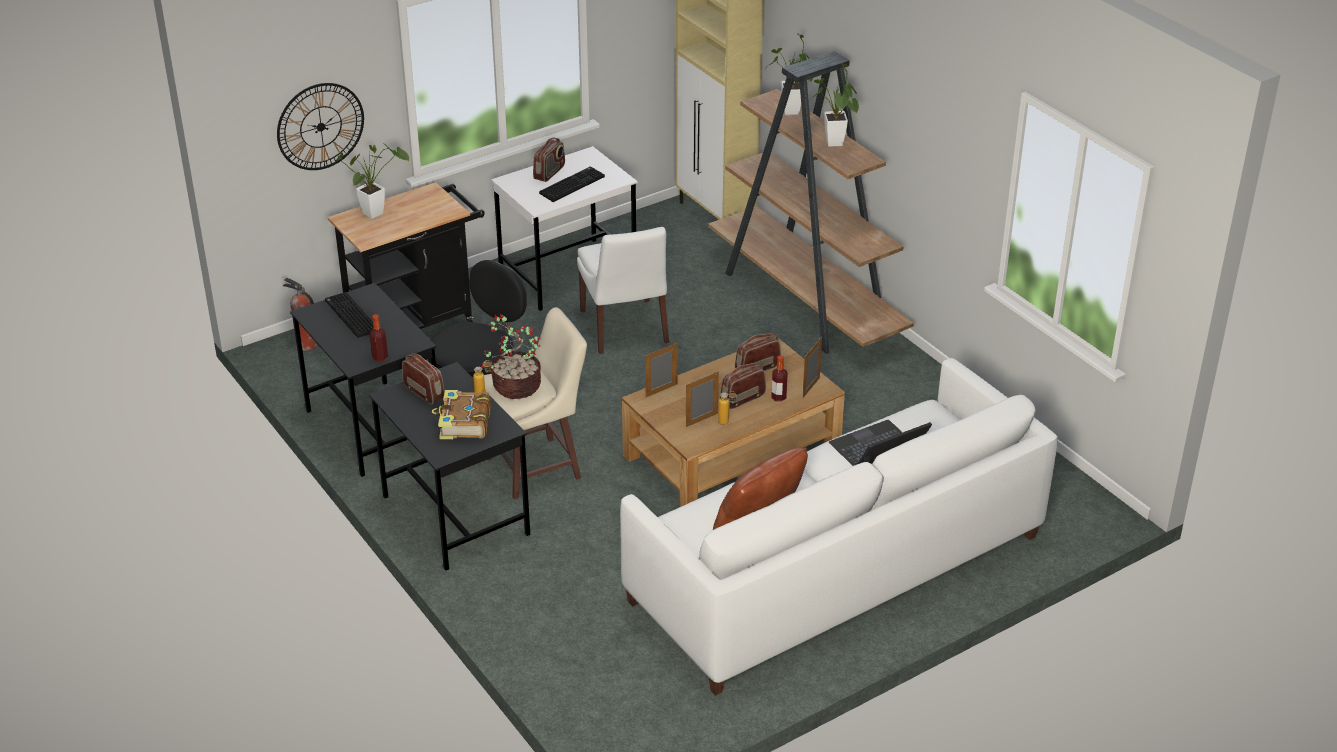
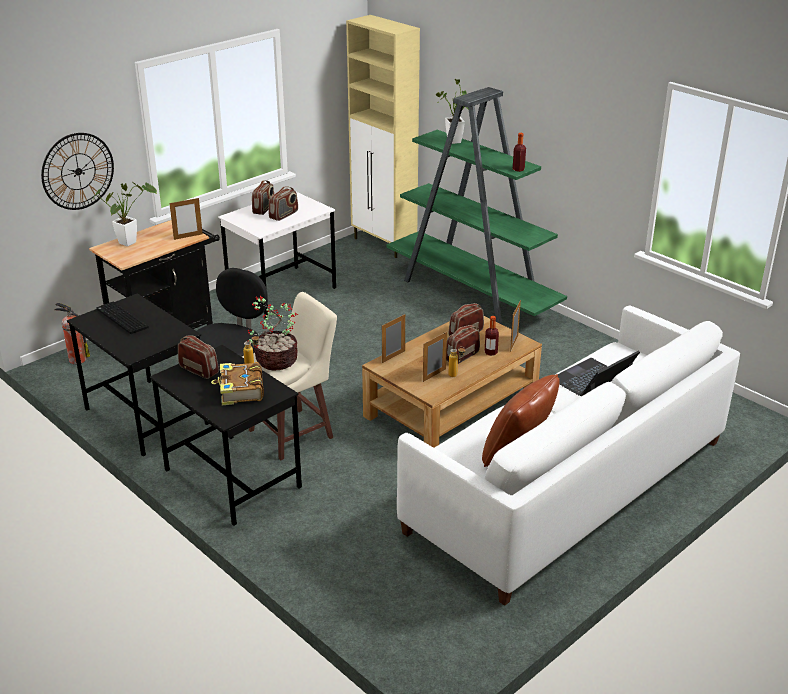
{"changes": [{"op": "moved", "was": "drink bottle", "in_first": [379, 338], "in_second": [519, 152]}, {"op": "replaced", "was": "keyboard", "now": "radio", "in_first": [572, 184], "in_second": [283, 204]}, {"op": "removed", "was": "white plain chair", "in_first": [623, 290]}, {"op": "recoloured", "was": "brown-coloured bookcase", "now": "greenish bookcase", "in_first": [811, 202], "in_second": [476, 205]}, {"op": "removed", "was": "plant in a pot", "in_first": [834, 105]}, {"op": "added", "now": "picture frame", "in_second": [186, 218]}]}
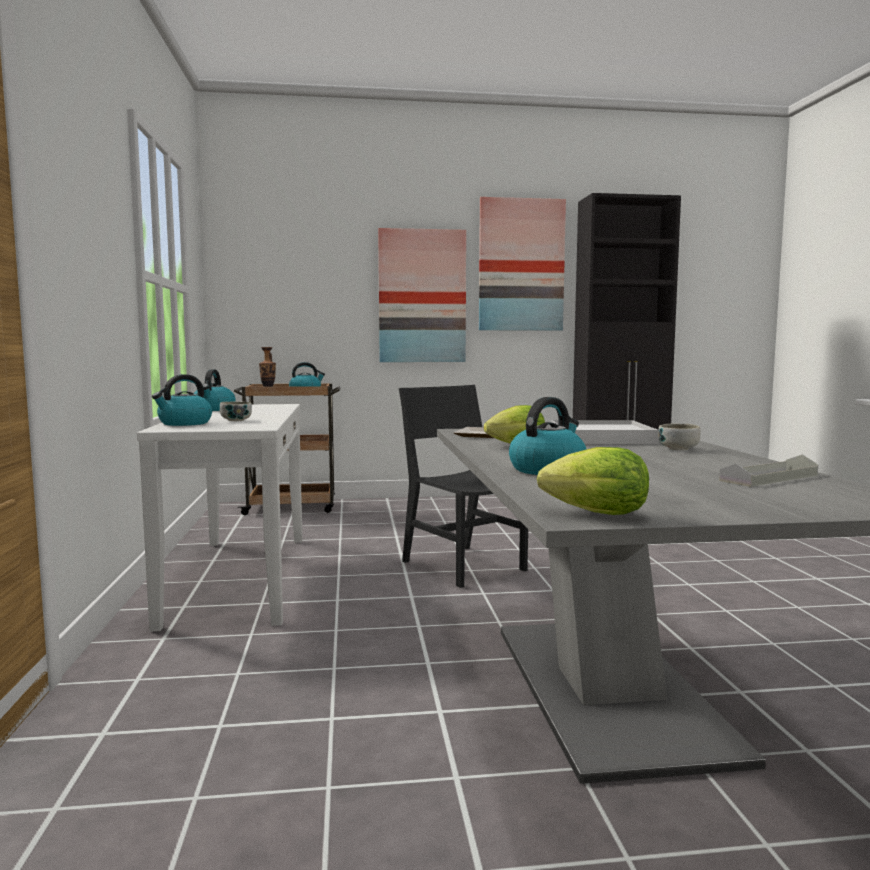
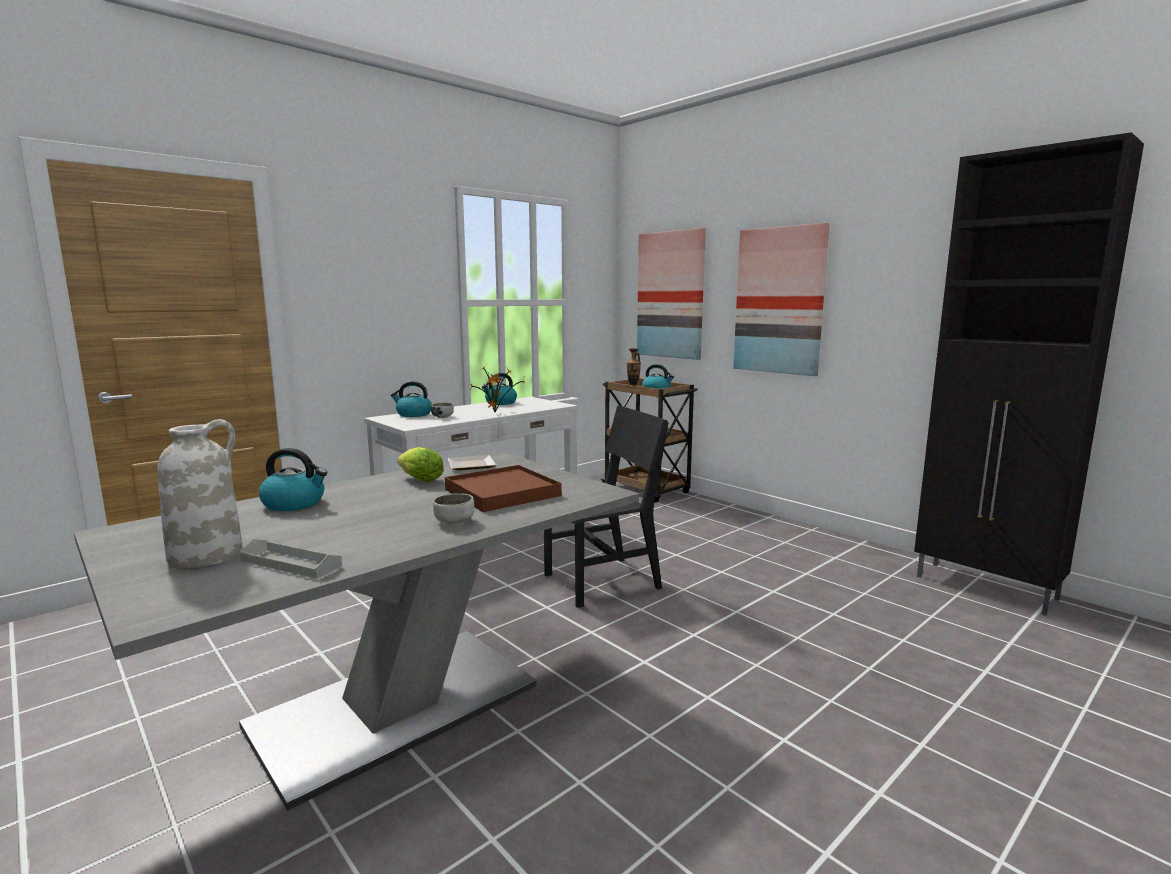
{"changes": [{"op": "turned", "was": "black plain chair", "in_first": [463, 486], "in_second": [606, 507], "clockwise": 45}, {"op": "moved", "was": "picture", "in_first": [522, 264], "in_second": [671, 294]}, {"op": "removed", "was": "lettuce head", "in_first": [593, 481]}, {"op": "recoloured", "was": "white carrying tray", "now": "brown-coloured carrying tray", "in_first": [604, 432], "in_second": [503, 488]}, {"op": "added", "now": "white vase", "in_second": [200, 493]}, {"op": "added", "now": "plant in a pot", "in_second": [497, 388]}]}
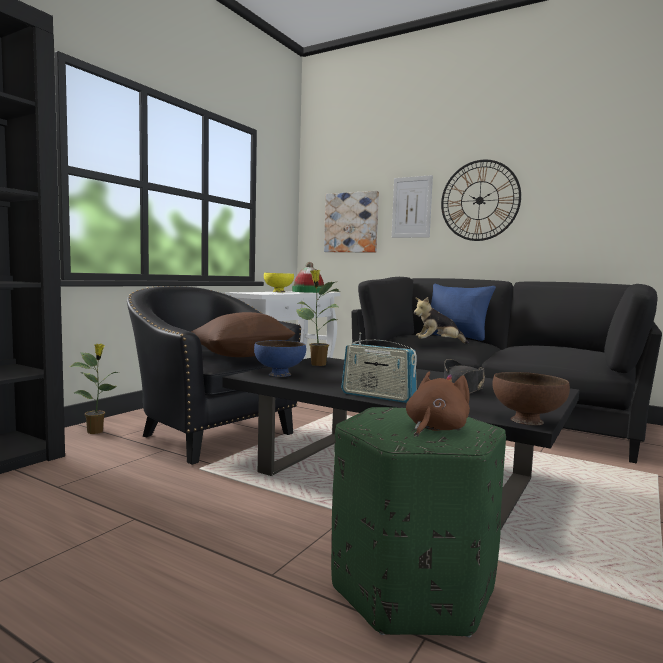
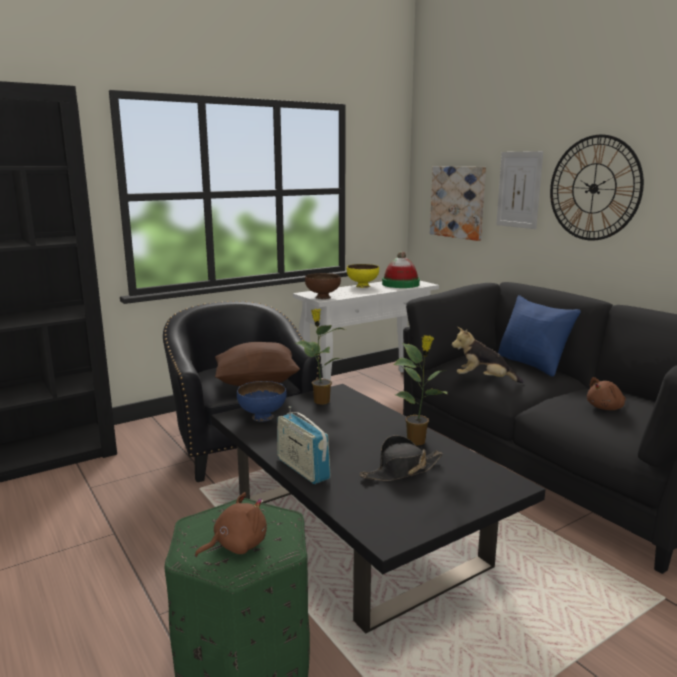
{"changes": [{"op": "moved", "was": "plant in a pot", "in_first": [94, 389], "in_second": [420, 390]}, {"op": "moved", "was": "brown-coloured serving bowl", "in_first": [531, 398], "in_second": [323, 286]}, {"op": "added", "now": "brown-coloured plush toy", "in_second": [606, 393]}]}
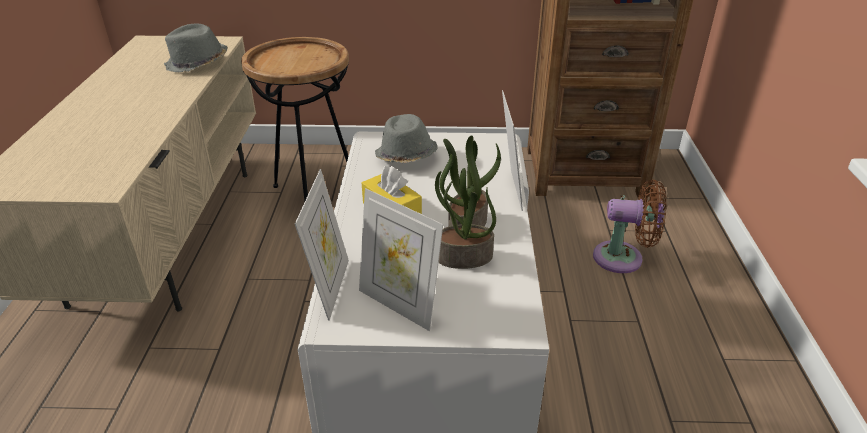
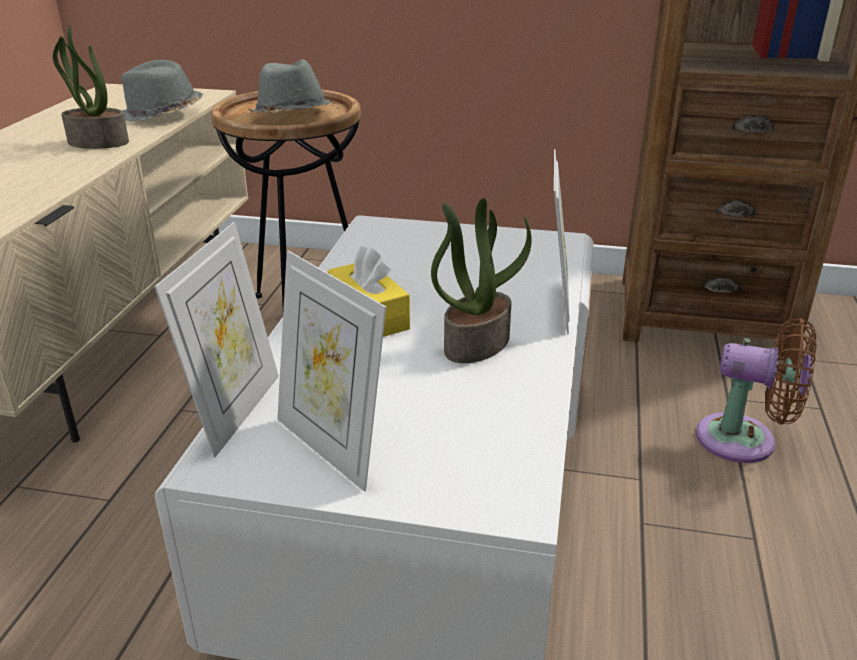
{"changes": [{"op": "moved", "was": "grey hat", "in_first": [406, 138], "in_second": [290, 86]}, {"op": "moved", "was": "plant in a pot", "in_first": [465, 218], "in_second": [91, 87]}]}
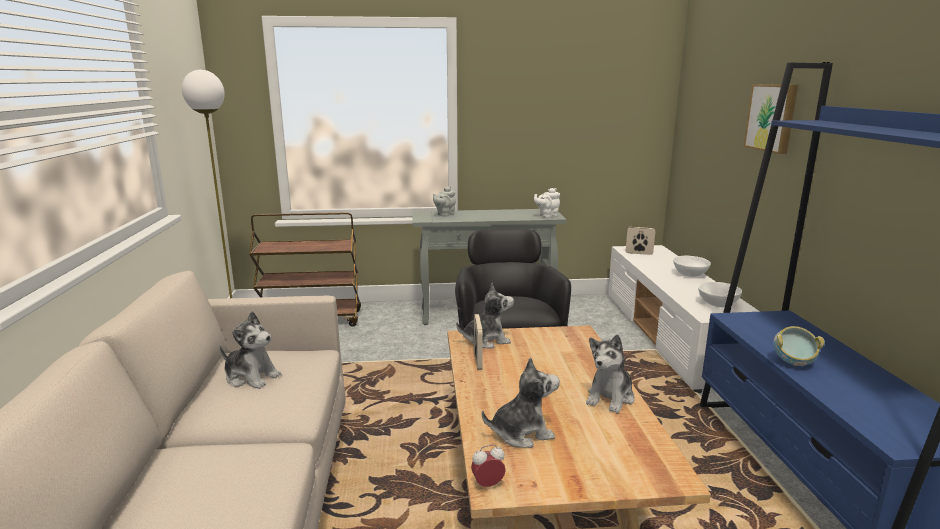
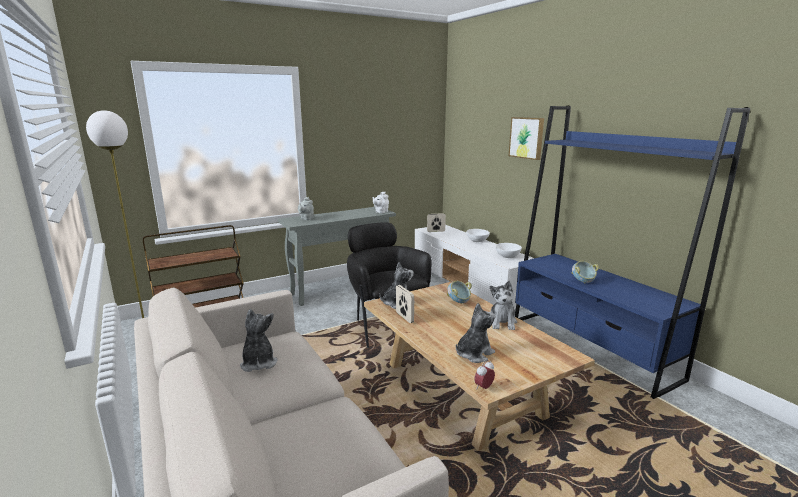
{"changes": [{"op": "turned", "was": "plush toy", "in_first": [250, 350], "in_second": [259, 340], "clockwise": -105}, {"op": "added", "now": "serving bowl", "in_second": [459, 292]}]}
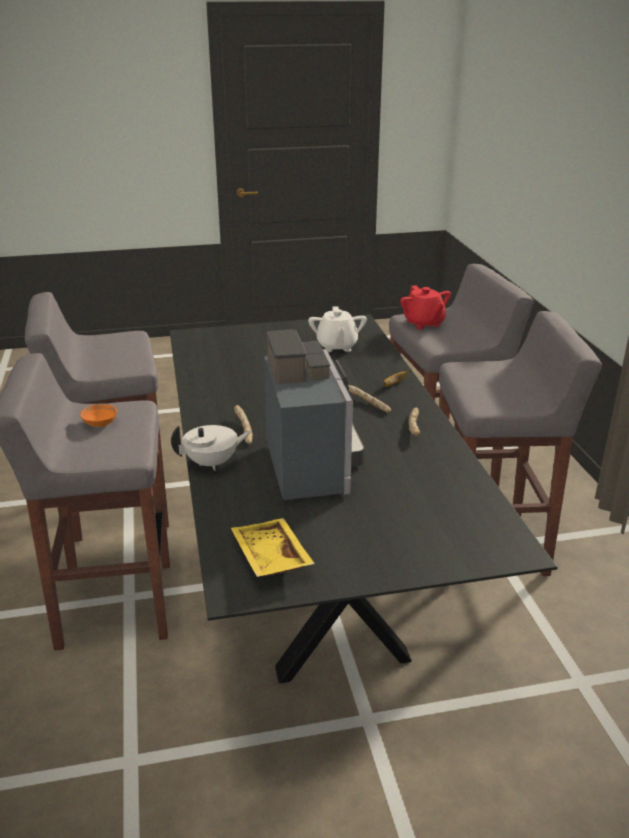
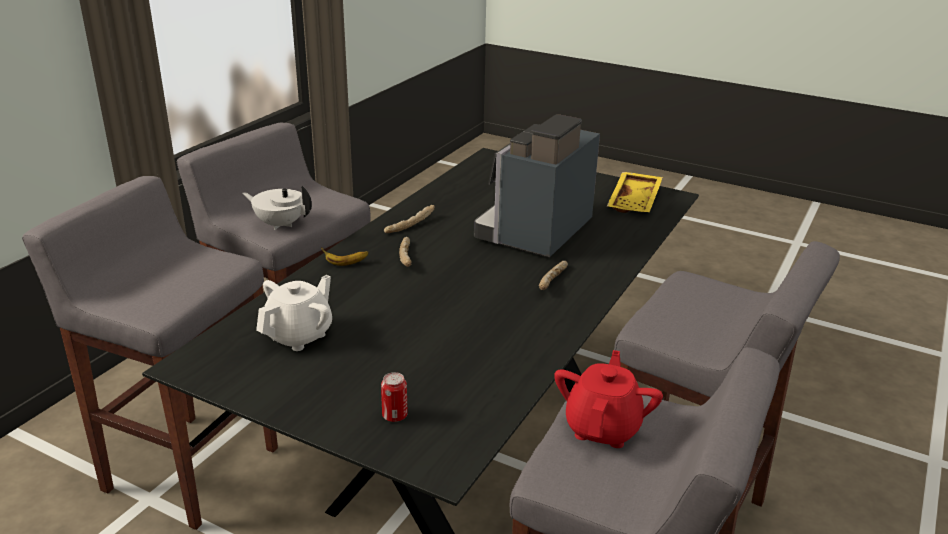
{"changes": [{"op": "removed", "was": "orange serving bowl", "in_first": [98, 415]}, {"op": "moved", "was": "white tea pot", "in_first": [211, 448], "in_second": [277, 208]}, {"op": "moved", "was": "red tea pot", "in_first": [425, 307], "in_second": [608, 399]}, {"op": "added", "now": "metal can", "in_second": [394, 397]}]}
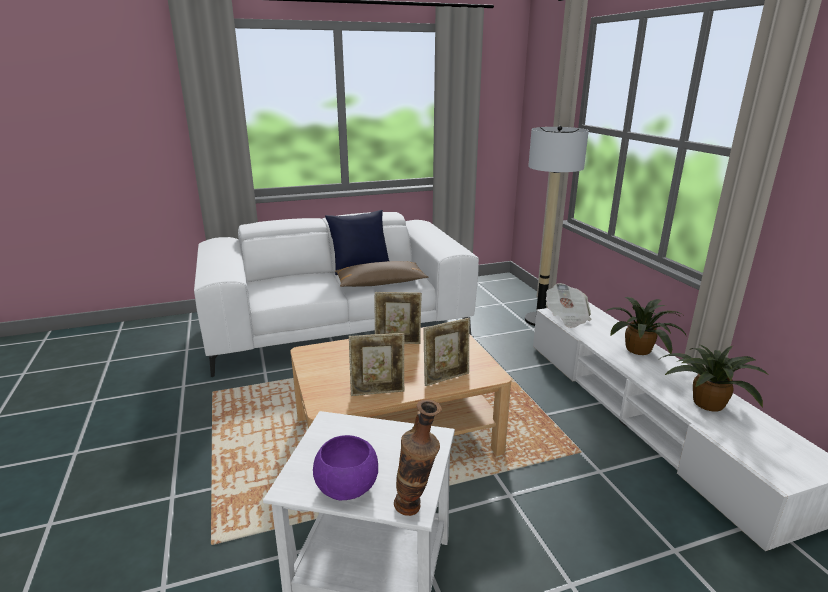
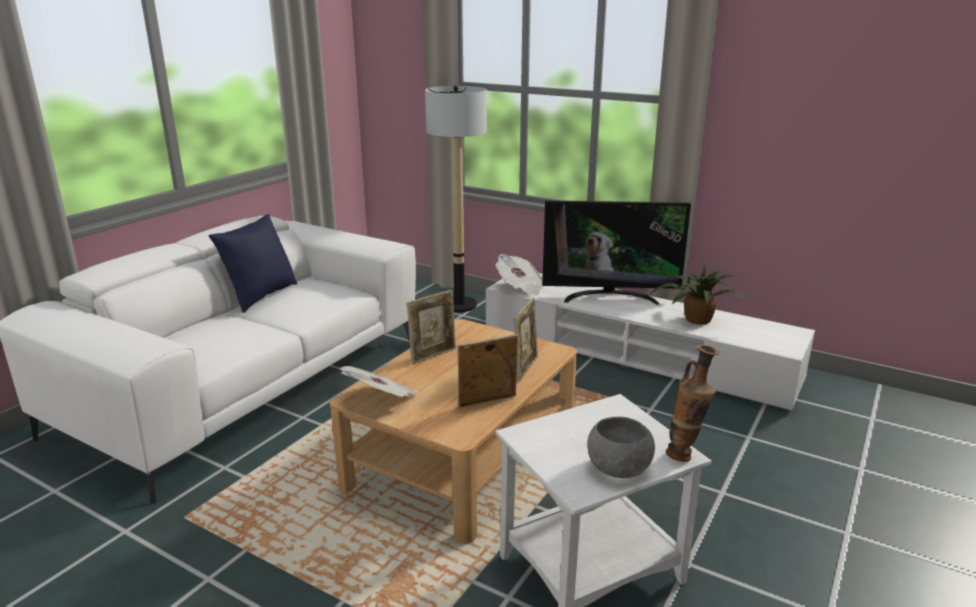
{"changes": [{"op": "recoloured", "was": "purple-coloured serving bowl", "now": "grey serving bowl", "in_first": [345, 468], "in_second": [621, 447]}, {"op": "removed", "was": "brown-coloured cushion", "in_first": [382, 274]}, {"op": "turned", "was": "picture frame", "in_first": [377, 364], "in_second": [487, 370], "clockwise": -150}, {"op": "replaced", "was": "plant in a pot", "now": "TV", "in_first": [645, 326], "in_second": [616, 252]}, {"op": "added", "now": "daily paper", "in_second": [380, 381]}]}
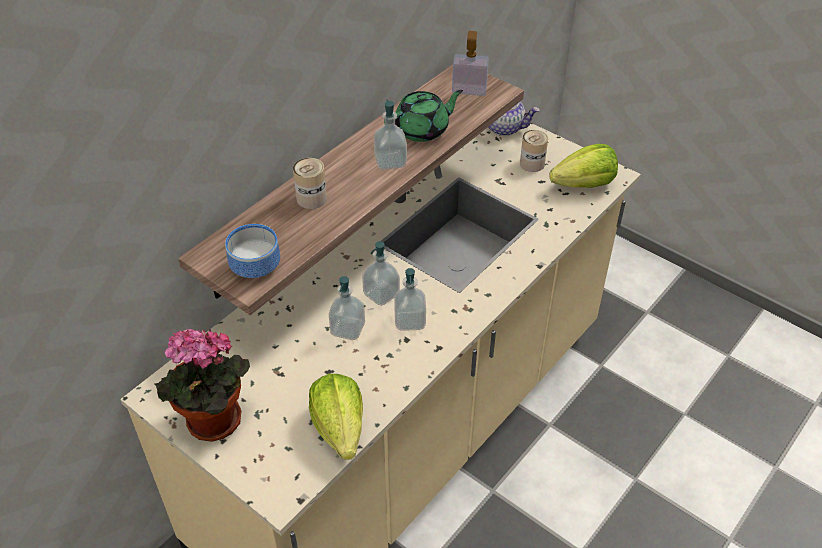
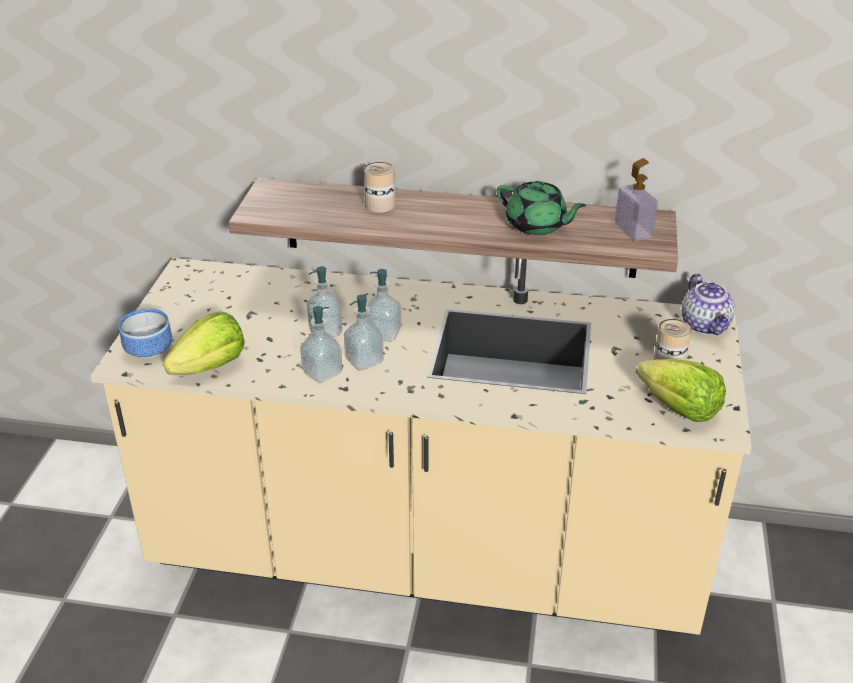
{"changes": [{"op": "removed", "was": "plant in a pot", "in_first": [202, 385]}, {"op": "moved", "was": "serving bowl", "in_first": [252, 251], "in_second": [145, 334]}, {"op": "moved", "was": "soap bottle", "in_first": [390, 135], "in_second": [321, 344]}]}
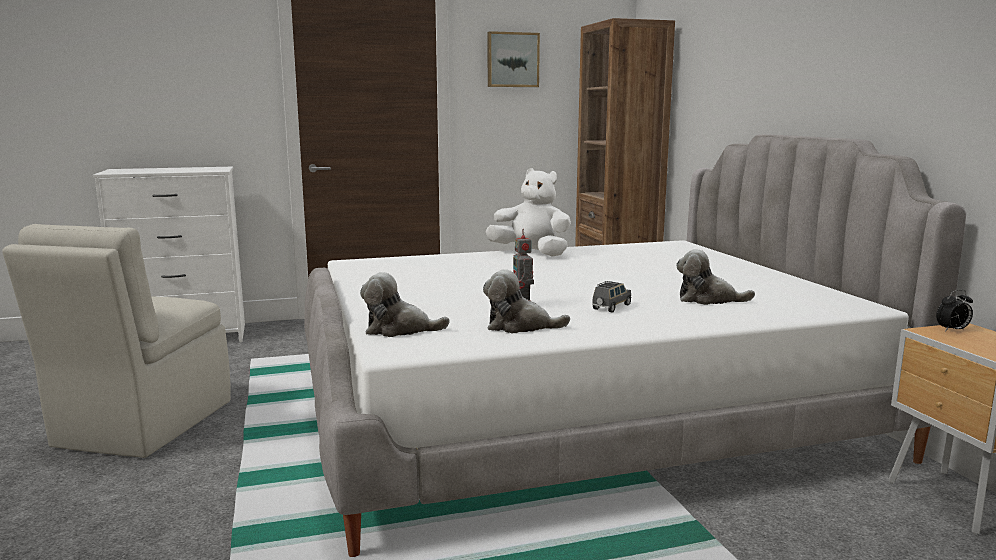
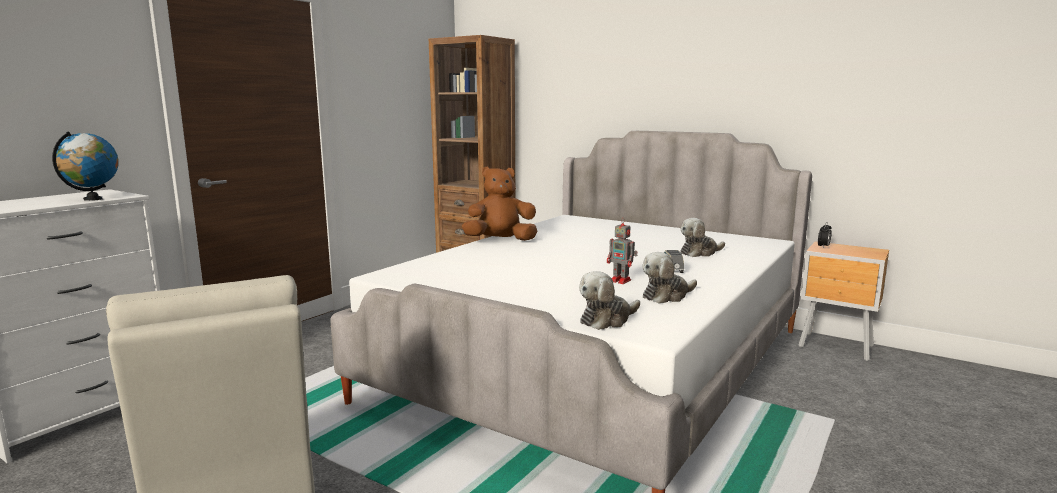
{"changes": [{"op": "recoloured", "was": "white plush toy", "now": "brown-coloured plush toy", "in_first": [528, 212], "in_second": [499, 203]}, {"op": "removed", "was": "picture", "in_first": [514, 59]}, {"op": "added", "now": "desk globe", "in_second": [85, 166]}]}
